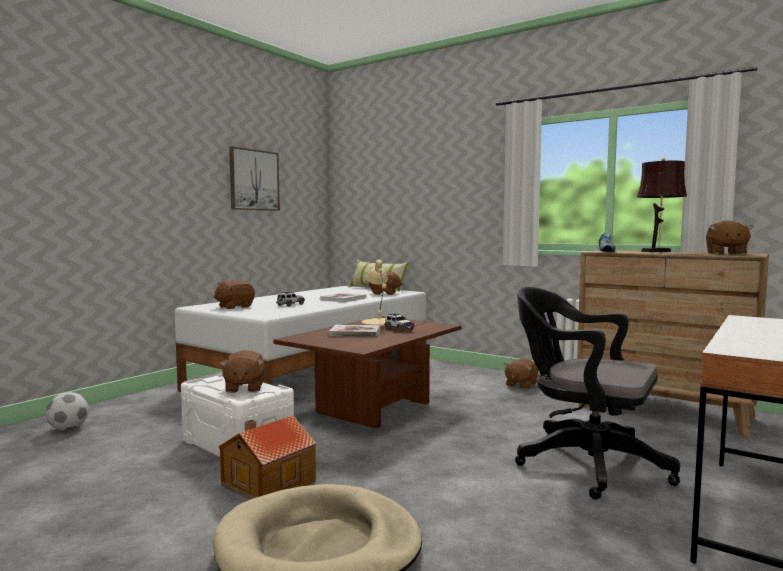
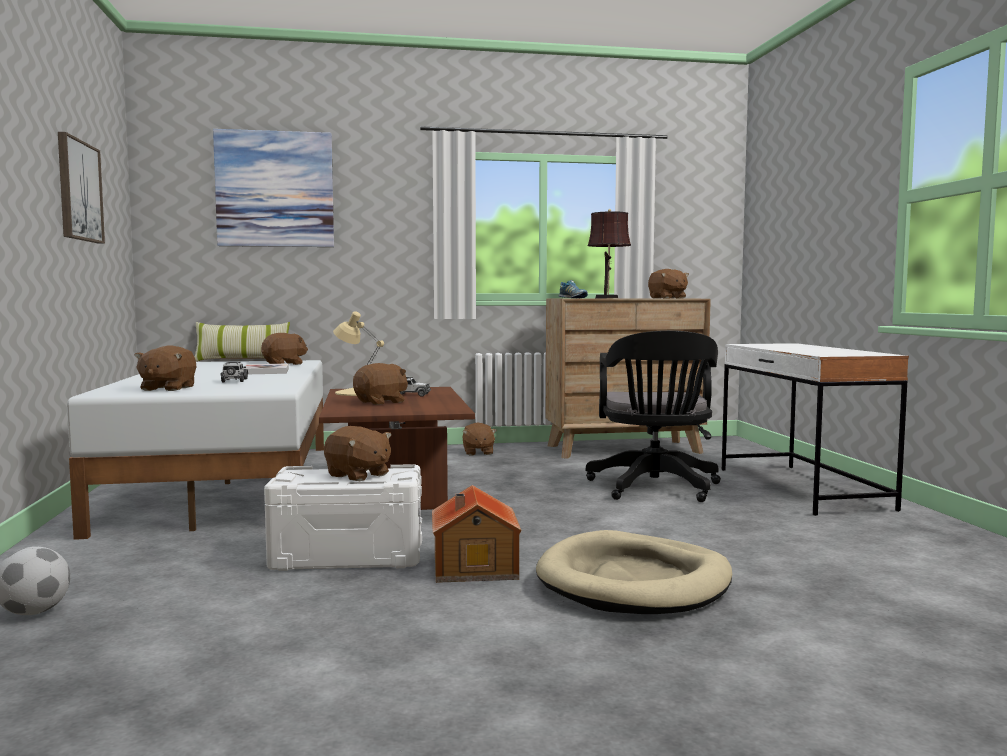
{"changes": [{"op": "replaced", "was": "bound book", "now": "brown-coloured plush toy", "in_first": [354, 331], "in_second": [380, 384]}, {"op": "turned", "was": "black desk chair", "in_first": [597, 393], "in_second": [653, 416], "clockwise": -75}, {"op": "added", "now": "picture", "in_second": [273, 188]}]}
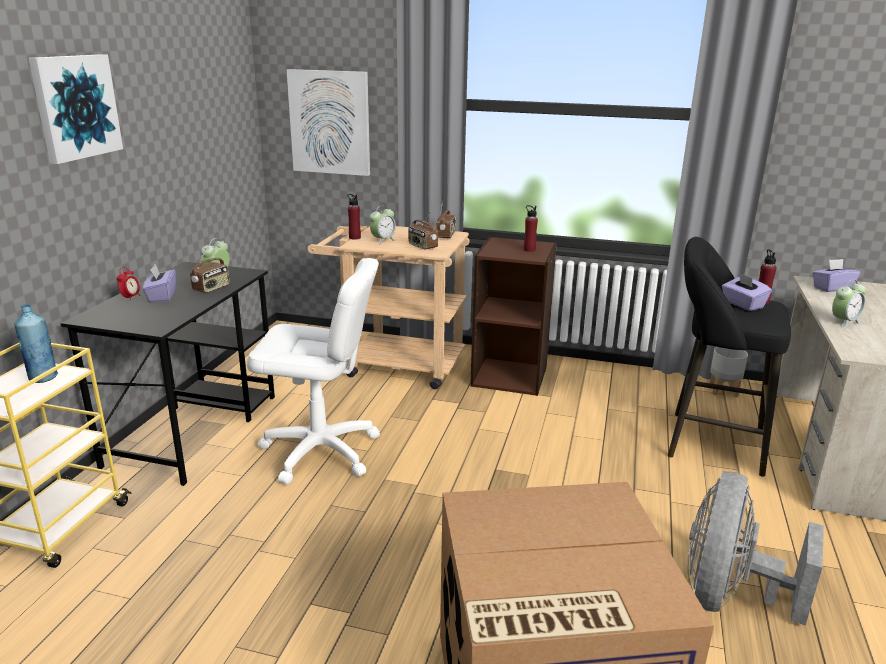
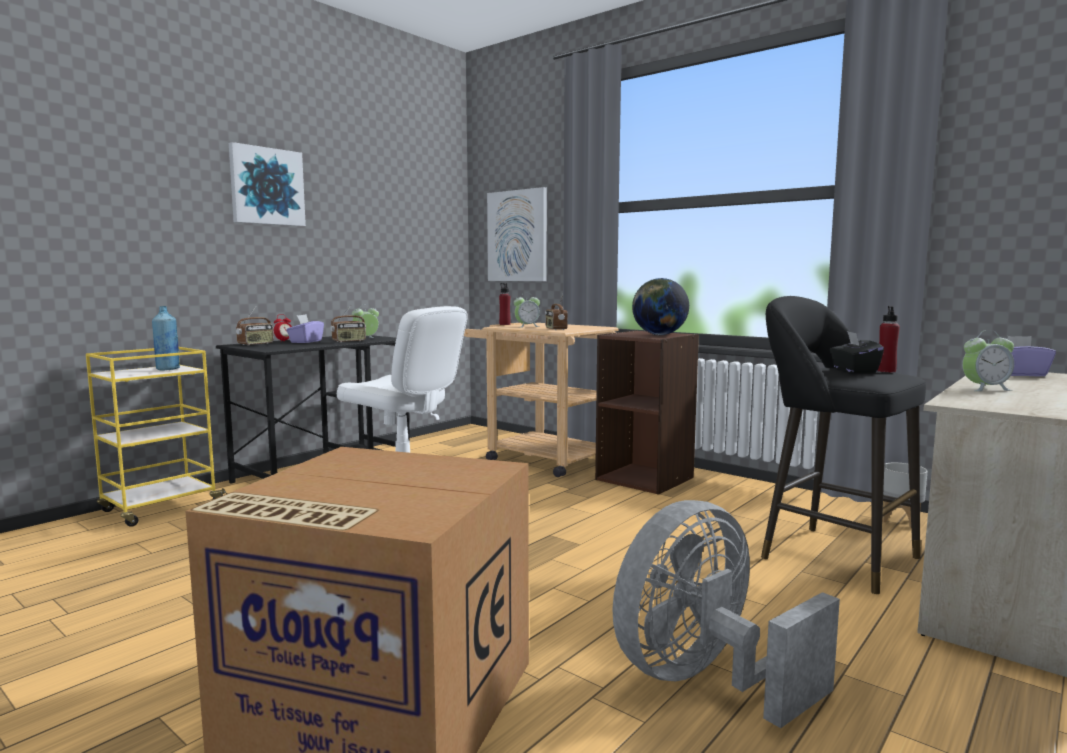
{"changes": [{"op": "moved", "was": "radio", "in_first": [446, 220], "in_second": [255, 326]}, {"op": "replaced", "was": "red drink bottle", "now": "desk globe", "in_first": [531, 228], "in_second": [660, 306]}, {"op": "recoloured", "was": "purple-coloured tissue holder", "now": "black tissue holder", "in_first": [747, 292], "in_second": [857, 352]}]}
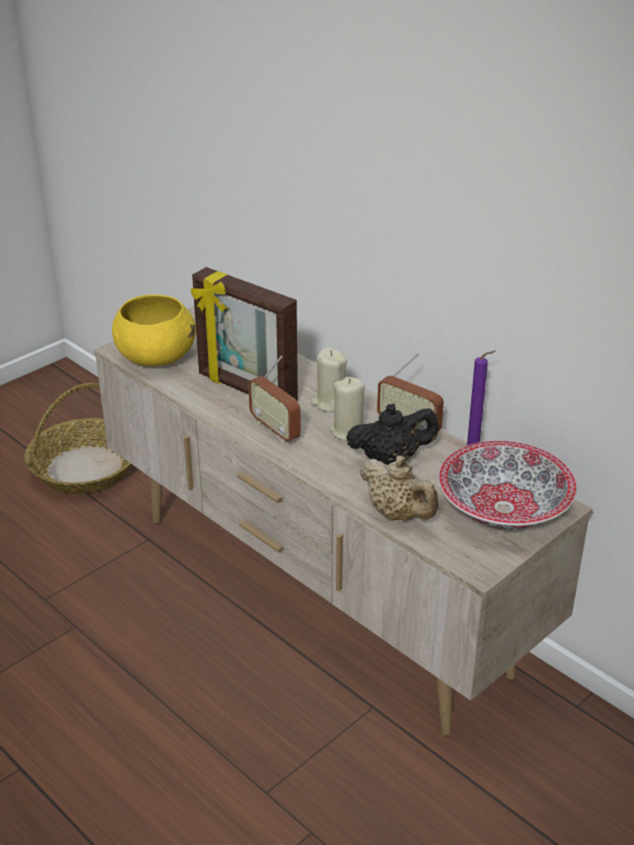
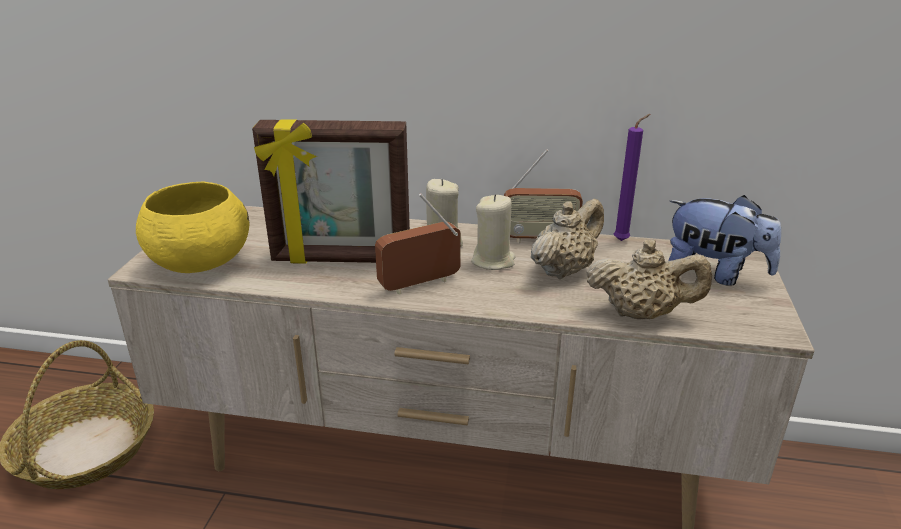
{"changes": [{"op": "turned", "was": "radio", "in_first": [274, 399], "in_second": [418, 244], "clockwise": 135}, {"op": "recoloured", "was": "black tea pot", "now": "beige tea pot", "in_first": [392, 434], "in_second": [567, 239]}, {"op": "replaced", "was": "serving bowl", "now": "plush toy", "in_first": [507, 485], "in_second": [724, 240]}]}
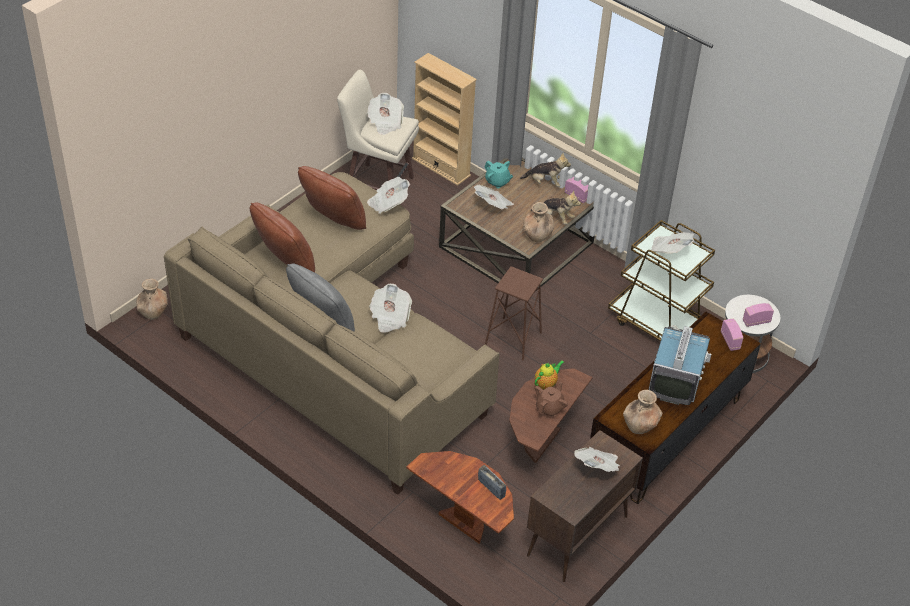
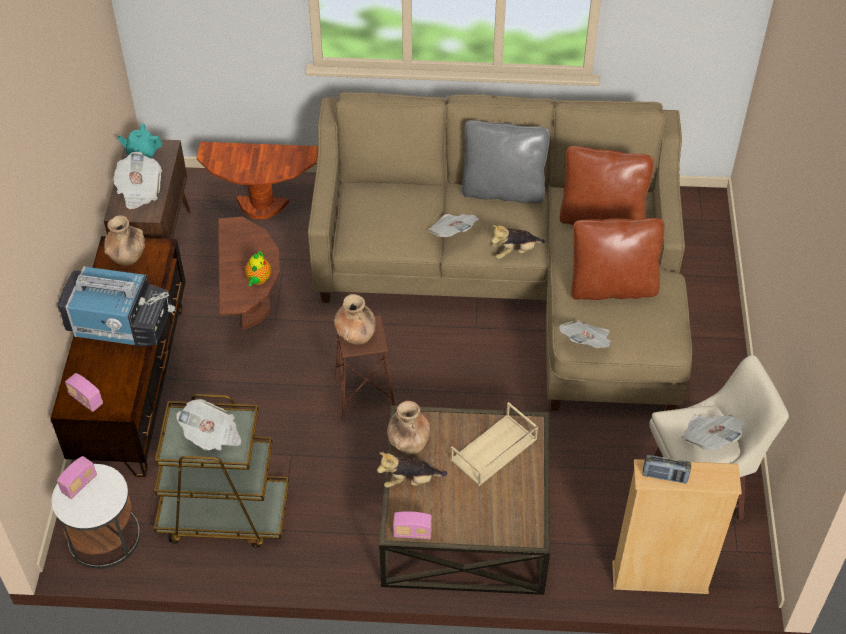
{"changes": [{"op": "moved", "was": "brown-coloured vase", "in_first": [152, 299], "in_second": [354, 319]}, {"op": "replaced", "was": "daily paper", "now": "beige carrying tray", "in_first": [494, 197], "in_second": [494, 444]}, {"op": "moved", "was": "radio", "in_first": [492, 482], "in_second": [666, 469]}, {"op": "moved", "was": "turquoise-coloured tea pot", "in_first": [498, 174], "in_second": [139, 141]}, {"op": "moved", "was": "plush toy", "in_first": [545, 170], "in_second": [518, 242]}, {"op": "removed", "was": "brown-coloured tea pot", "in_first": [551, 399]}, {"op": "turned", "was": "TV", "in_first": [680, 365], "in_second": [116, 306], "clockwise": -60}]}
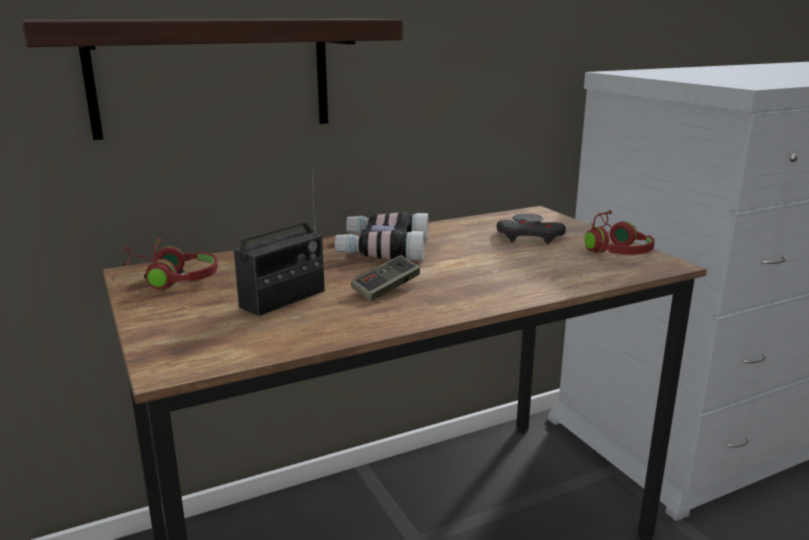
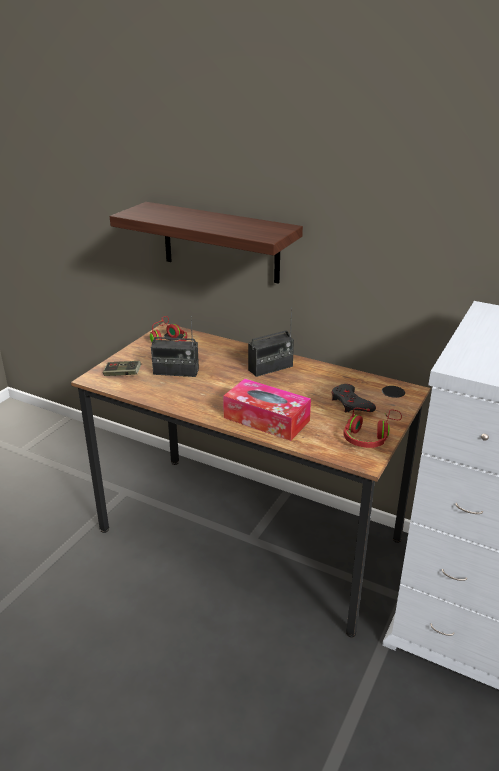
{"changes": [{"op": "replaced", "was": "pair of binoculars", "now": "radio", "in_first": [382, 236], "in_second": [271, 342]}, {"op": "moved", "was": "gamepad", "in_first": [385, 278], "in_second": [122, 368]}, {"op": "added", "now": "tissue holder", "in_second": [267, 410]}]}
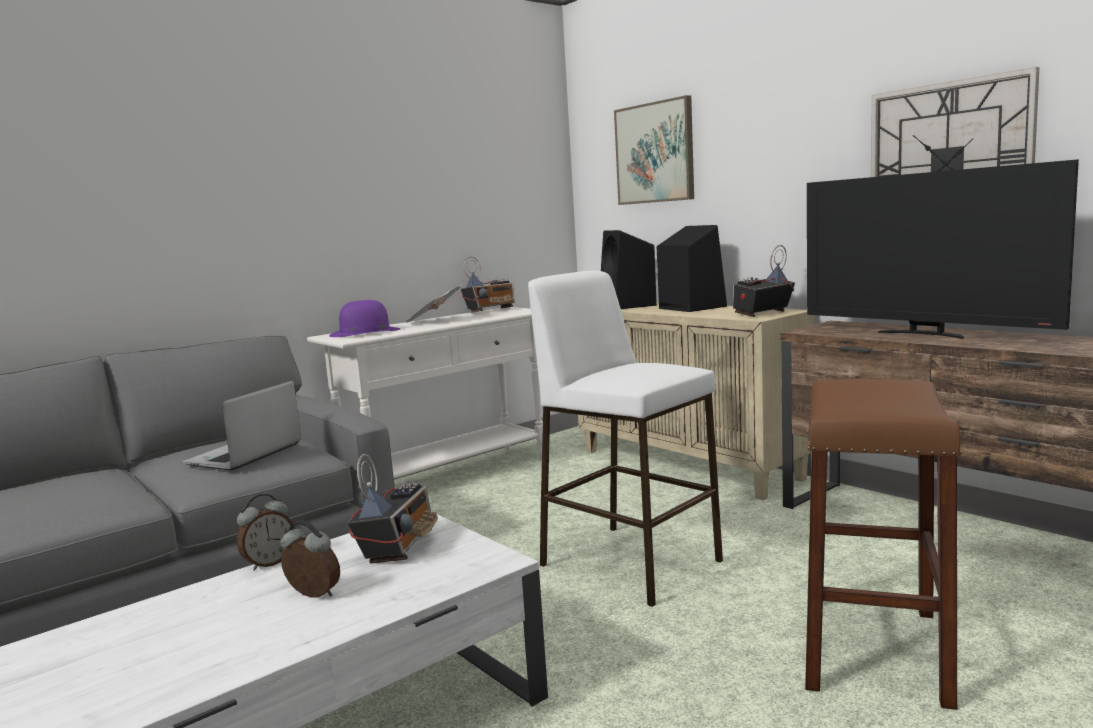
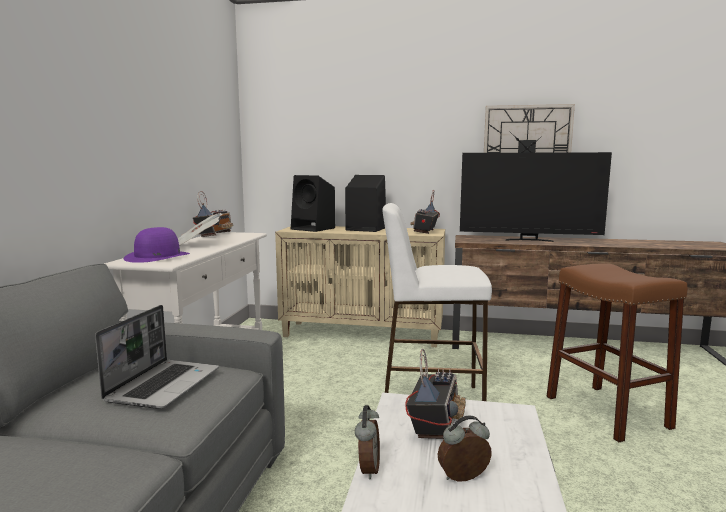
{"changes": [{"op": "turned", "was": "notebook computer", "in_first": [242, 426], "in_second": [157, 357], "clockwise": -150}, {"op": "turned", "was": "radio", "in_first": [393, 509], "in_second": [436, 394], "clockwise": 45}, {"op": "removed", "was": "picture", "in_first": [654, 150]}]}
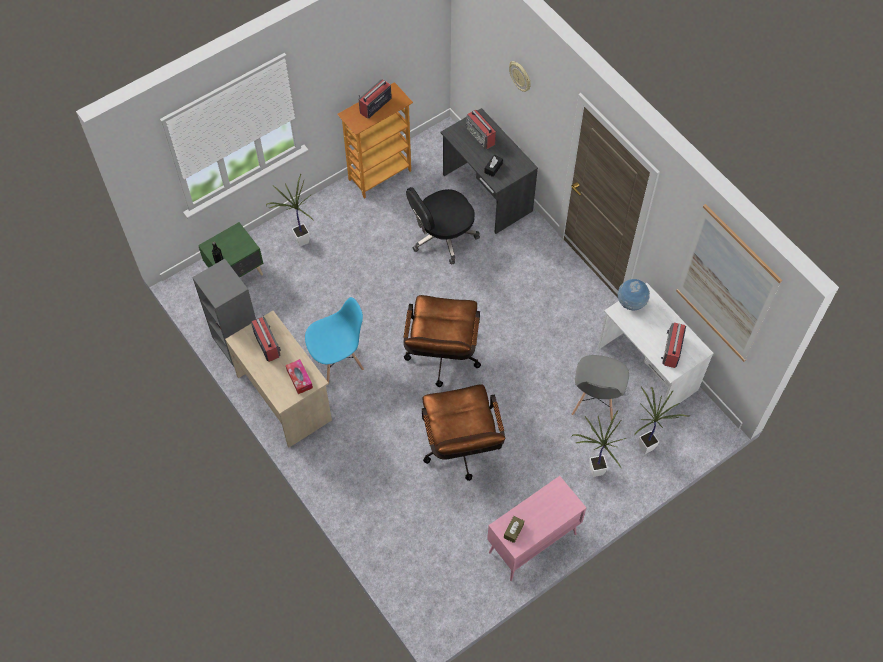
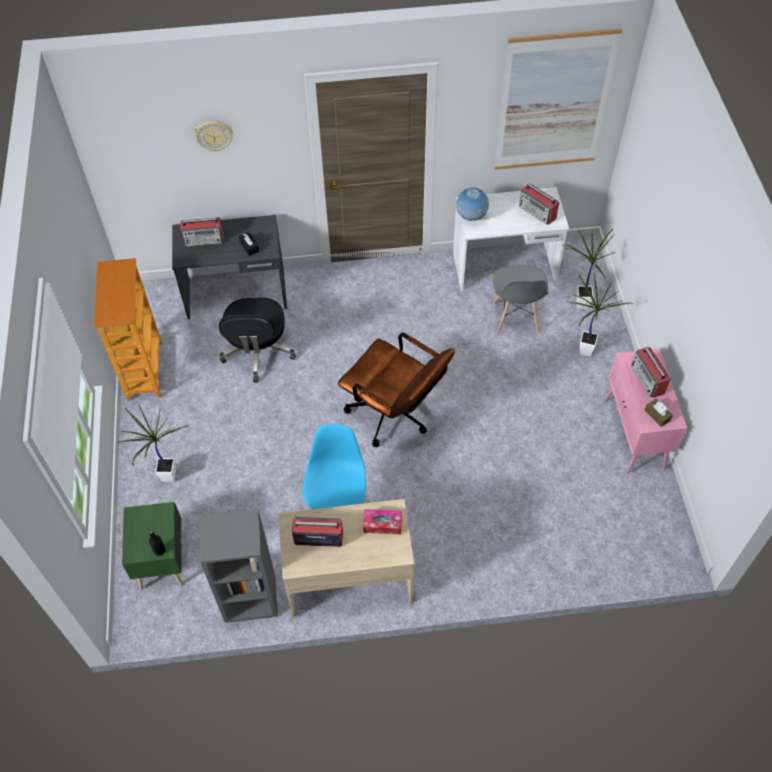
{"changes": [{"op": "moved", "was": "radio", "in_first": [375, 99], "in_second": [650, 372]}, {"op": "removed", "was": "brown-coloured desk chair", "in_first": [464, 432]}, {"op": "turned", "was": "grey plain chair", "in_first": [600, 388], "in_second": [520, 301], "clockwise": 45}]}
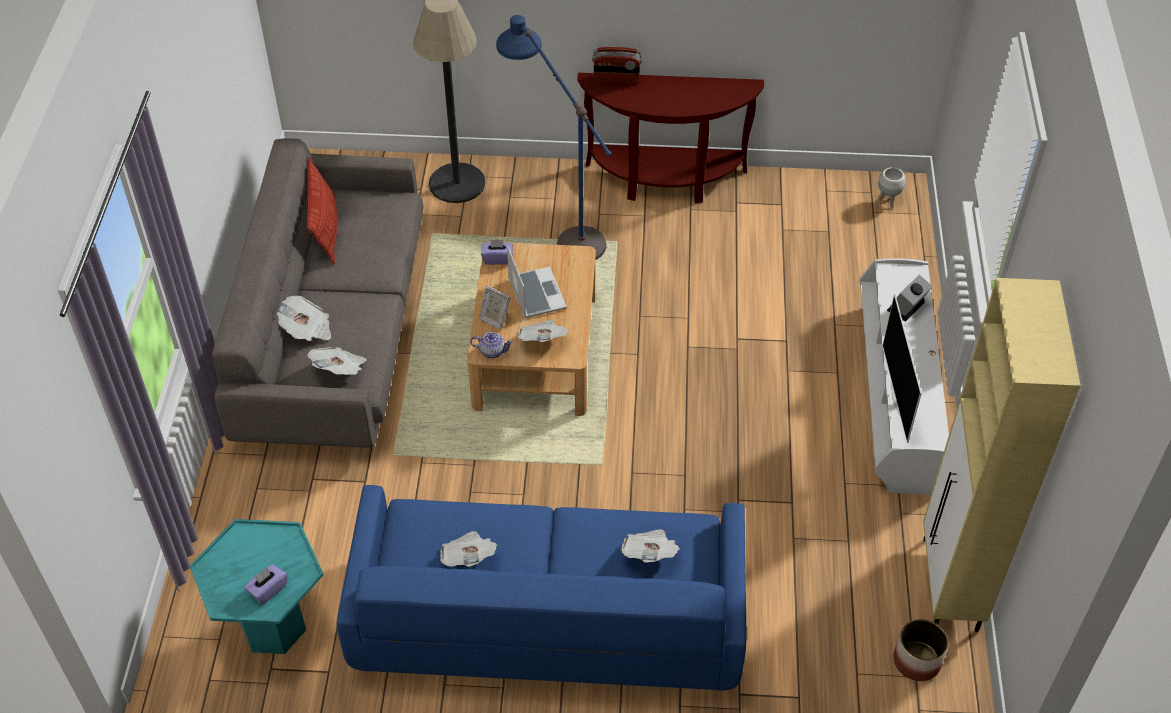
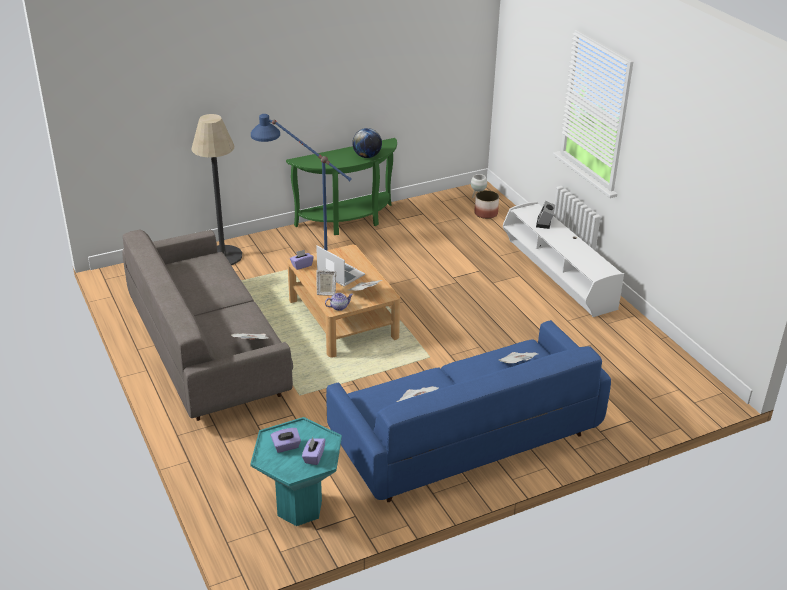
{"changes": [{"op": "removed", "was": "daily paper", "in_first": [304, 318]}, {"op": "removed", "was": "cushion", "in_first": [322, 211]}, {"op": "recoloured", "was": "brown-coloured console table", "now": "greenish console table", "in_first": [670, 138], "in_second": [341, 186]}, {"op": "removed", "was": "radio", "in_first": [617, 65]}, {"op": "removed", "was": "TV", "in_first": [902, 368]}, {"op": "moved", "was": "flower pot", "in_first": [921, 650], "in_second": [486, 204]}, {"op": "removed", "was": "beige cabinet", "in_first": [1002, 455]}, {"op": "added", "now": "purple-coloured tissue holder", "in_second": [286, 440]}, {"op": "added", "now": "desk globe", "in_second": [367, 143]}]}
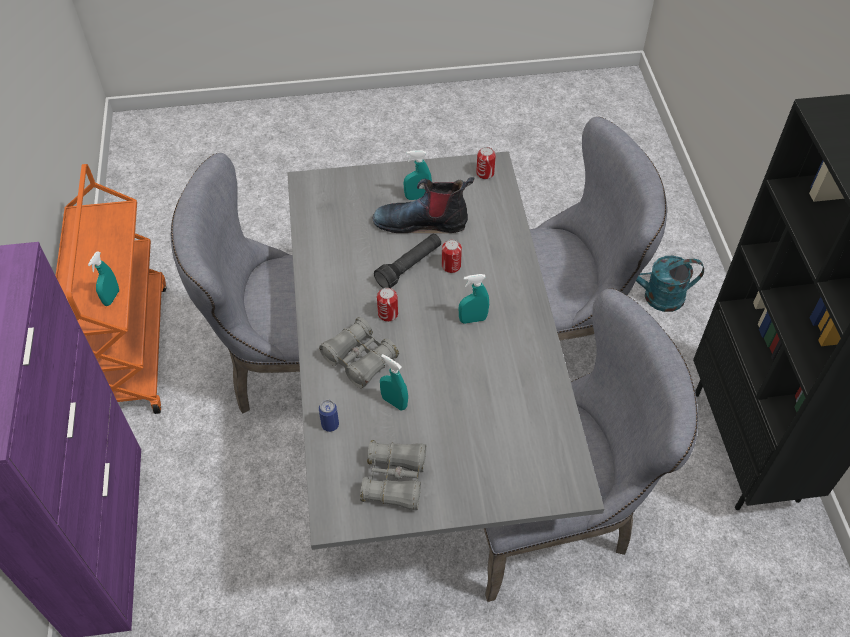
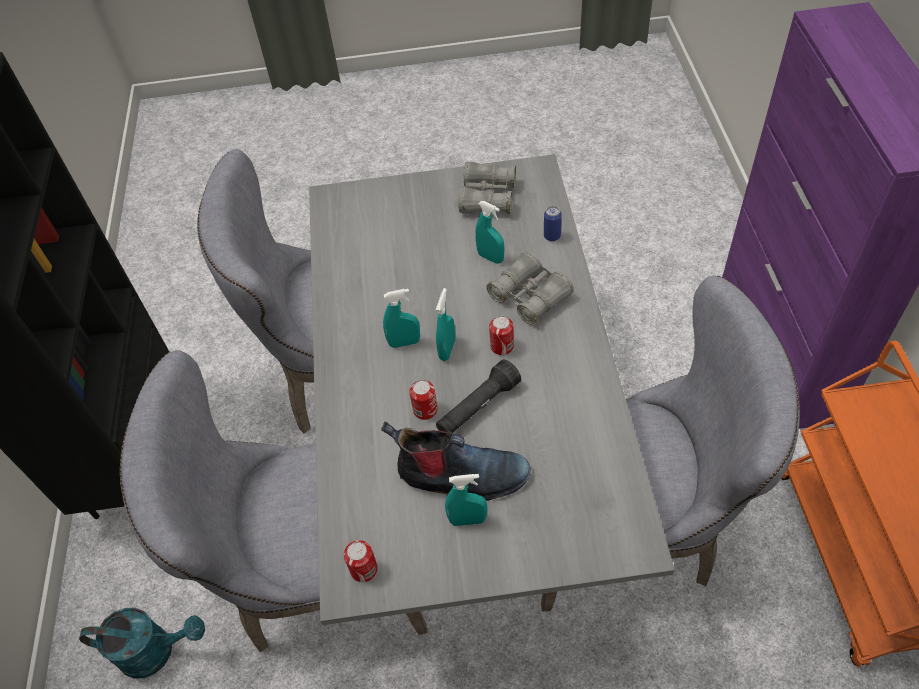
{"changes": [{"op": "moved", "was": "turquoise-coloured spray bottle", "in_first": [103, 278], "in_second": [445, 324]}]}
